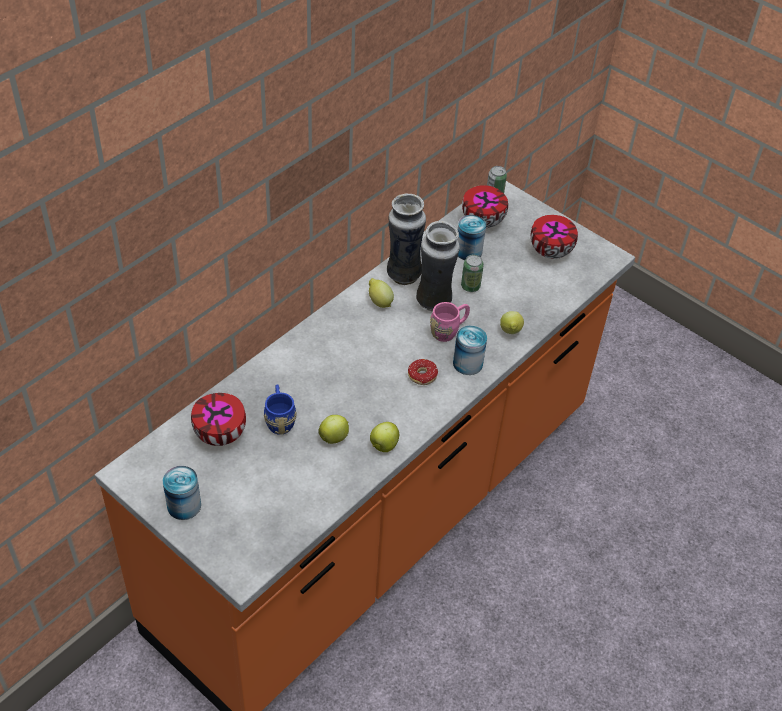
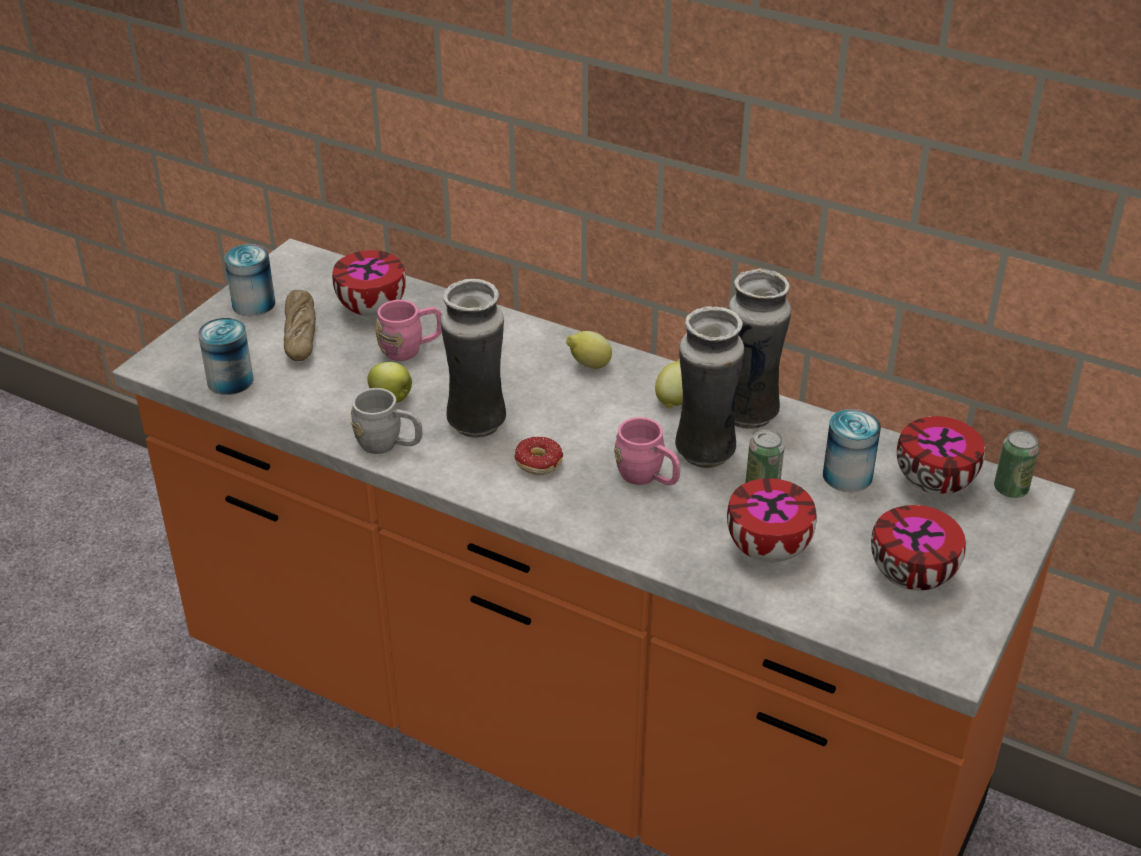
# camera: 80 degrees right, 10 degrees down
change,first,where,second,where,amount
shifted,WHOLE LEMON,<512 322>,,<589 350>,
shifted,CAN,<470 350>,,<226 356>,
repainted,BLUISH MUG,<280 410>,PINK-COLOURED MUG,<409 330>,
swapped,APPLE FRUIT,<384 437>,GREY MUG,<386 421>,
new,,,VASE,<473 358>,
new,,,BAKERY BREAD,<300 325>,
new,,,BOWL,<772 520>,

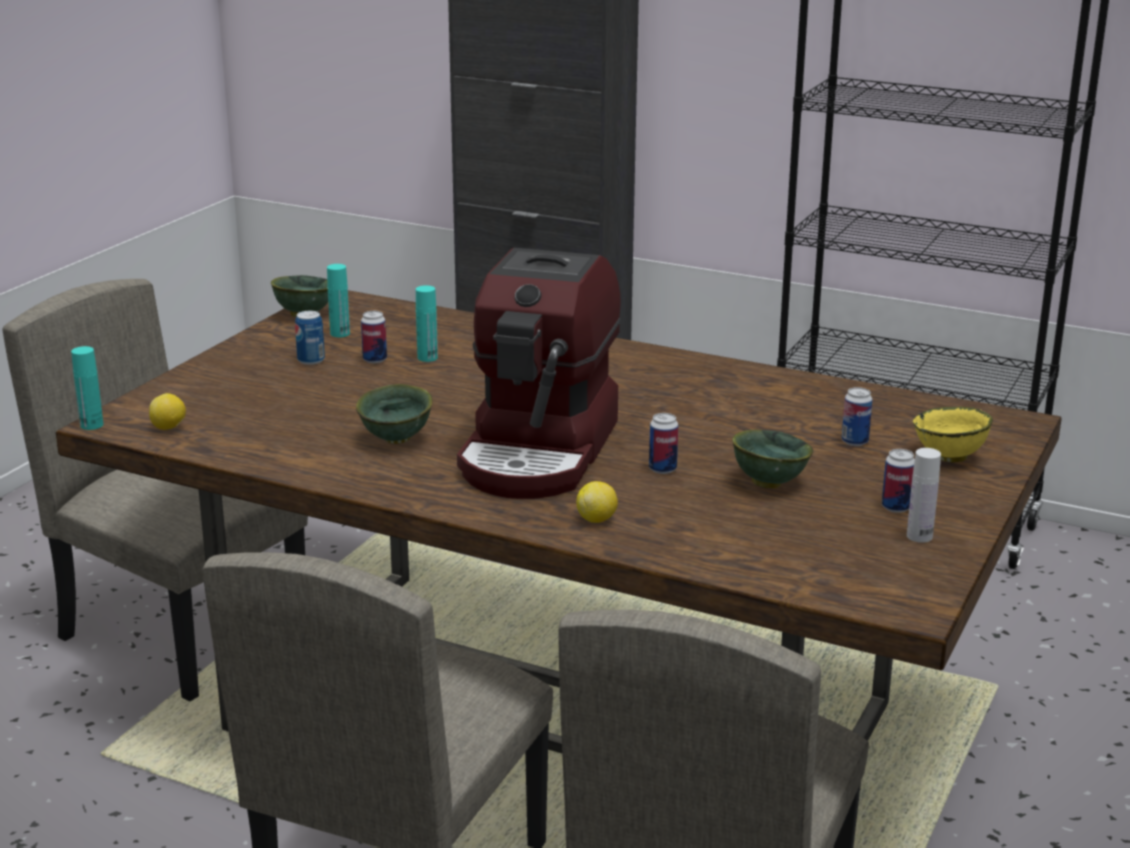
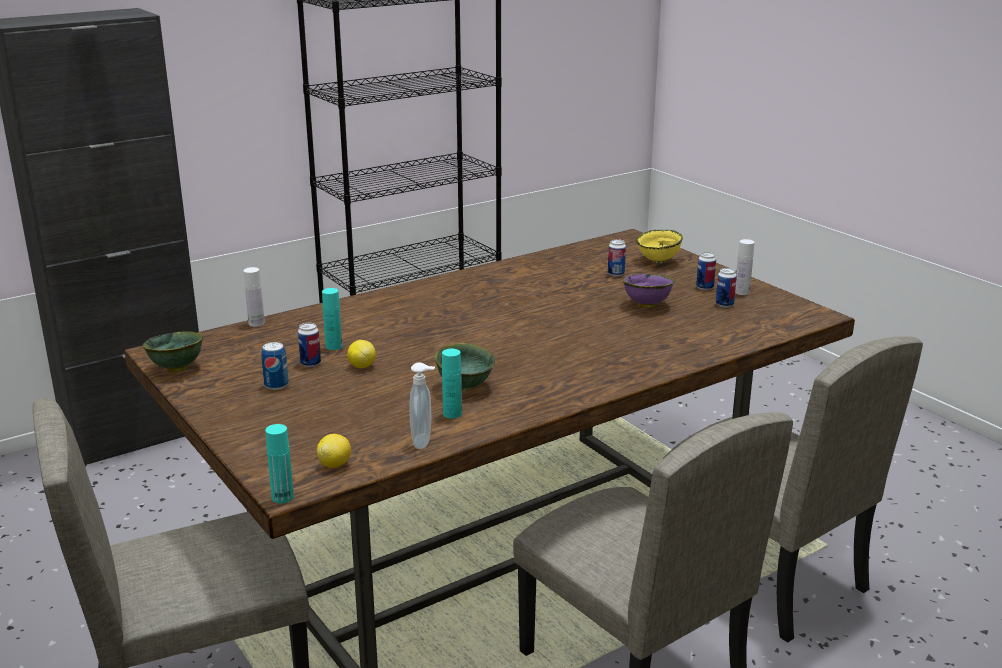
# camera: 60 degrees left, 0 degrees up
change,first,where,second,where,amount
gone,COFFEE BREWER,<539 373>,,,
shifted,TURQUOISE-COLOURED BOTTLE,<338 300>,,<452 384>,
shifted,CAN,<663 443>,,<726 287>,
repainted,GREENISH BOWL,<772 459>,PURPLE-COLOURED BOWL,<649 291>,
shifted,WHOLE LEMON,<597 502>,,<361 354>,
new,,,WHITE-COLOURED BOTTLE,<254 297>,
new,,,SOAP BOTTLE,<422 405>,

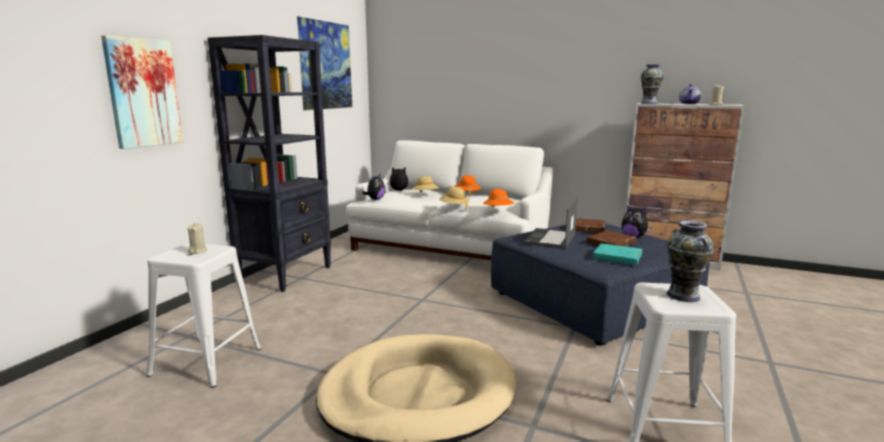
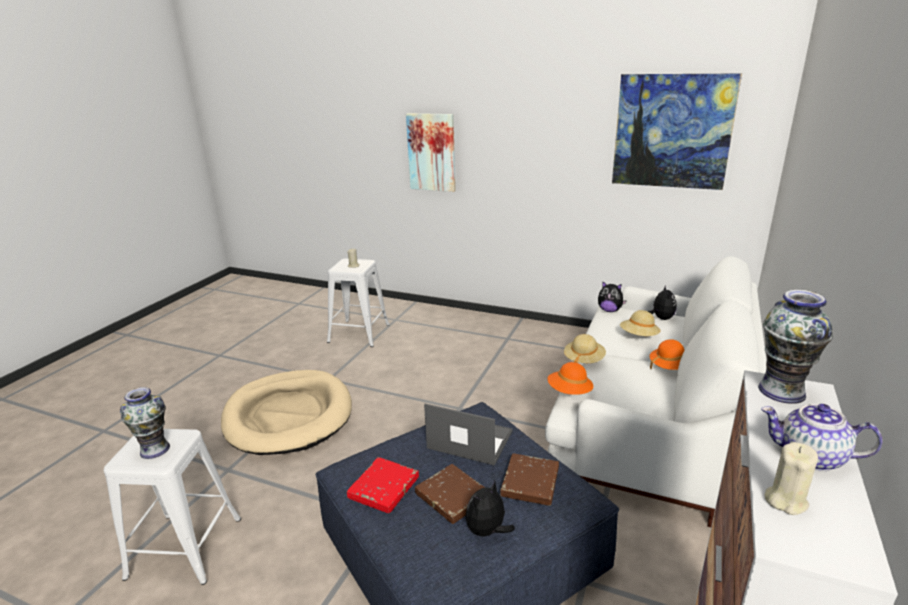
# camera: 90 degrees right, 10 degrees up
change,first,where,second,where,amount
gone,BLACK-COLOURED SHELVING UNIT,<269 163>,,,
repainted,TURQUOISE-COLOURED BOOK,<617 254>,REDDISH BOOK,<383 485>,

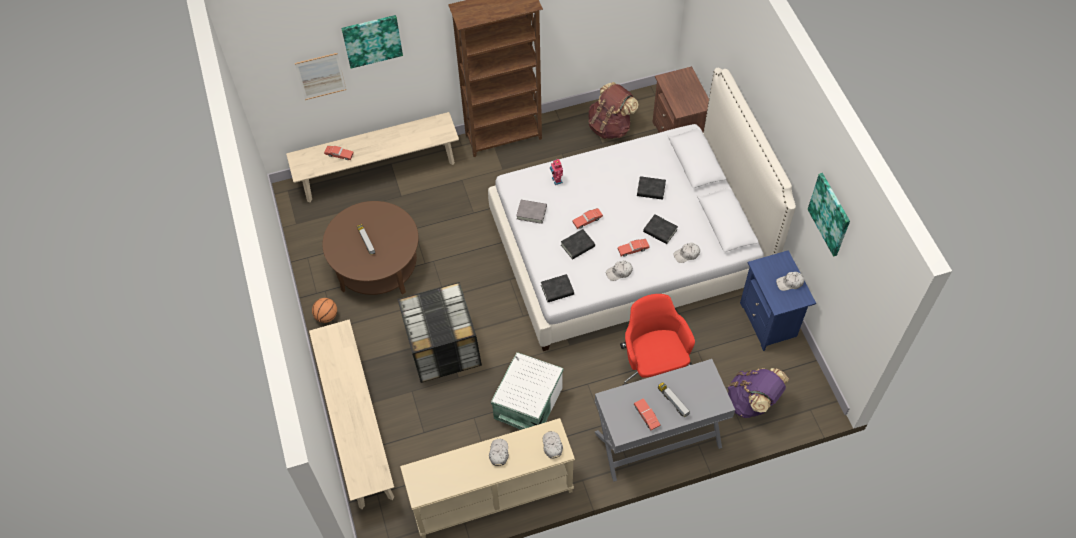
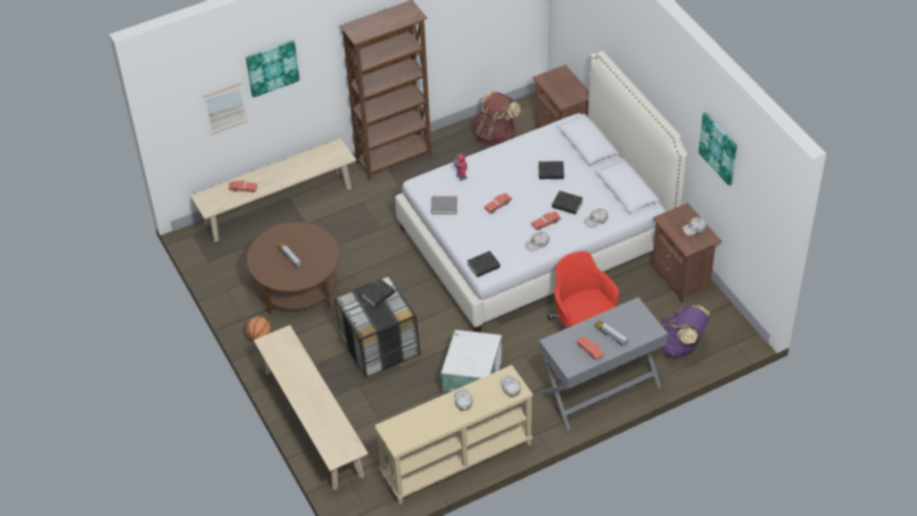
# camera: 10 degrees left, 10 degrees down
change,first,where,second,where,amount
shifted,BLACK-COLOURED BOOK,<578 244>,,<378 293>,
repainted,BLUISH NIGHT TABLE,<778 300>,BROWN-COLOURED NIGHT TABLE,<687 253>,

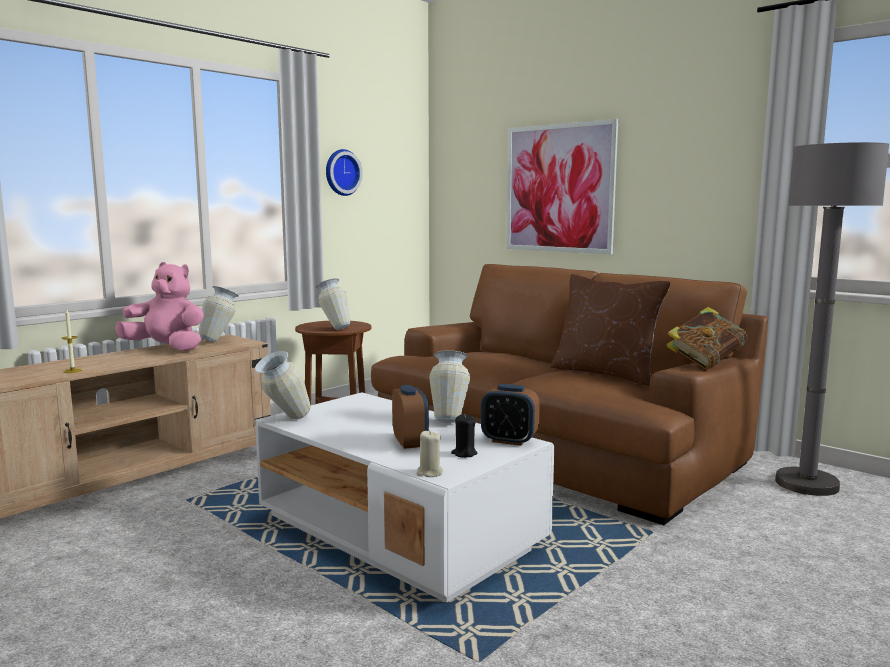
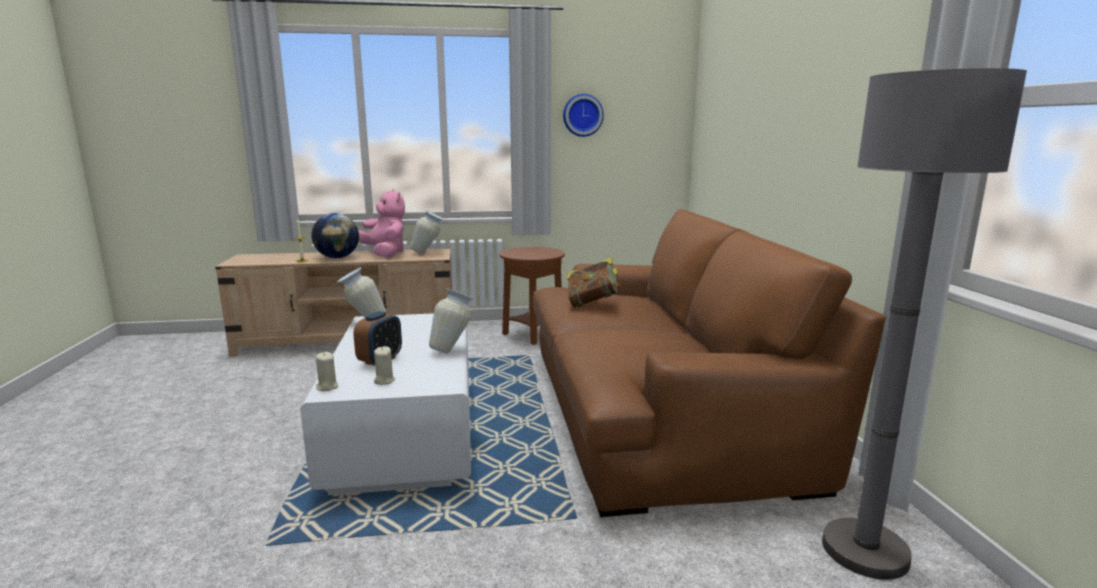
# camera: 40 degrees right, 5 degrees up
change,first,where,second,where,amount
gone,WALL PICTURE,<562 186>,,,
gone,BROWN-COLOURED CUSHION,<610 330>,,,
gone,VASE,<333 304>,,,
shifted,BOOK,<706 338>,,<594 282>,
gone,BEDSIDE CLOCK,<510 415>,,,
repainted,BLACK-COLOURED WAX LIGHT,<464 436>,BEIGE WAX LIGHT,<384 365>,
new,,,GLOBE,<335 235>,

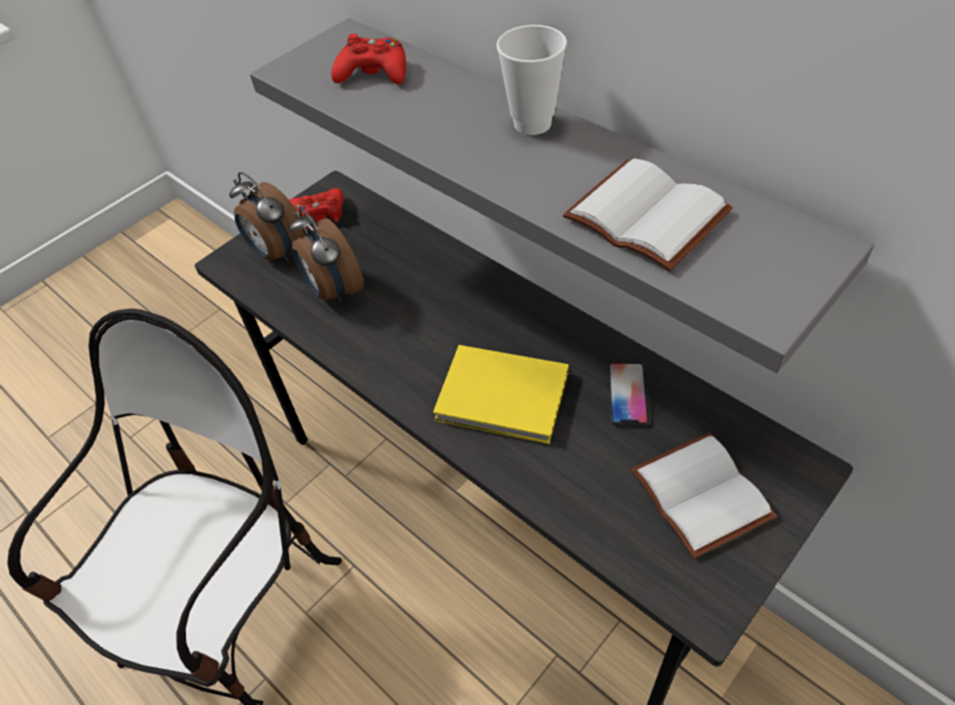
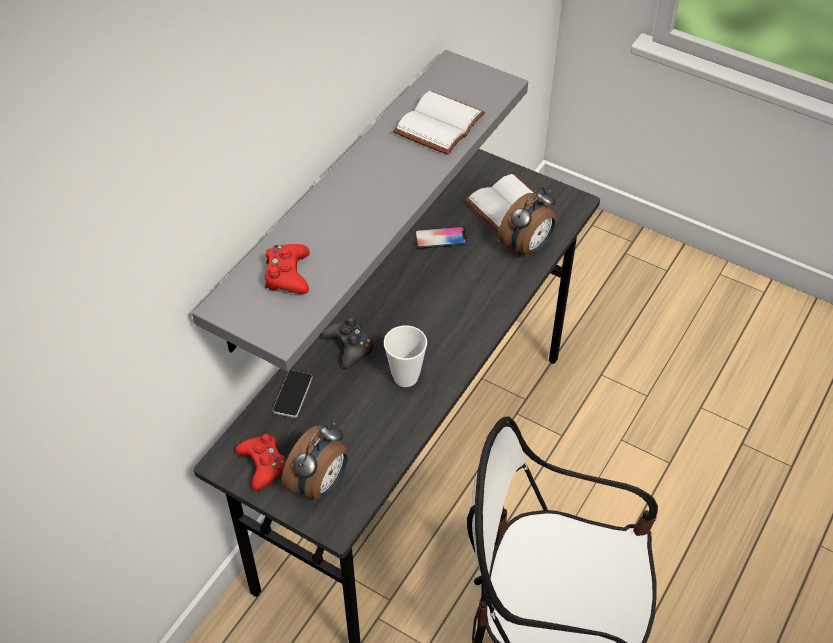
# camera: 105 degrees left, 0 degrees up
change,first,where,second,where,amount
shifted,CUP,<531 80>,,<405 356>,
shifted,BEDSIDE CLOCK,<326 256>,,<527 222>,
gone,YELLOWISH BOOK,<501 394>,,,
new,,,BLACK-COLOURED JOYPAD,<348 342>,
new,,,HANDSET,<292 394>,

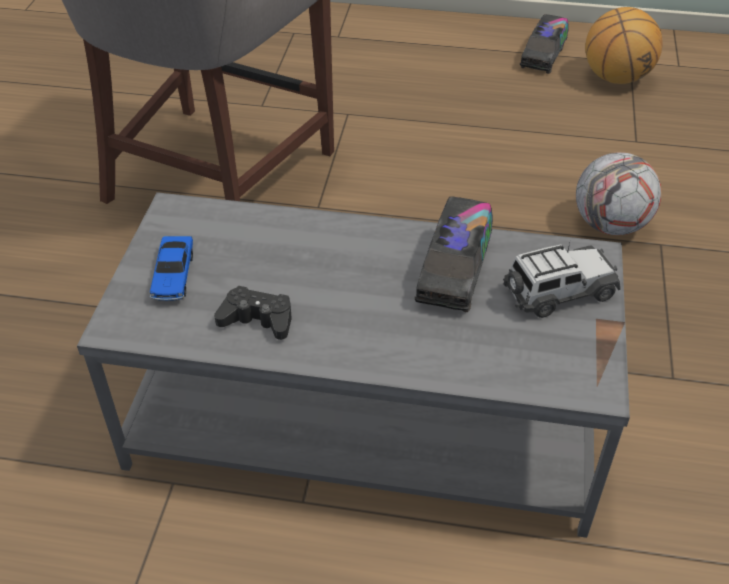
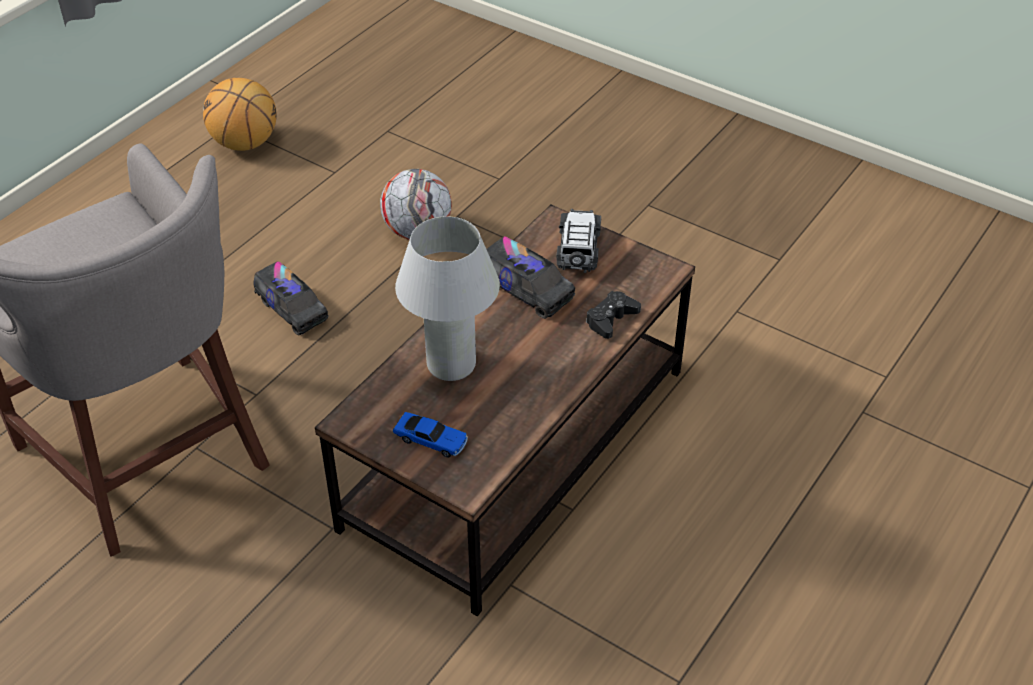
# camera: 65 degrees left, 0 degrees up
change,first,where,second,where,amount
shifted,MODEL TRUCK,<544 44>,,<291 298>,
repainted,GREY LOUNGE TABLE,<353 365>,BROWN-COLOURED LOUNGE TABLE,<505 410>,
shifted,BLACK-COLOURED JOYPAD,<253 313>,,<613 315>,
new,,,WHITE-COLOURED TABLE LAMP,<447 298>,

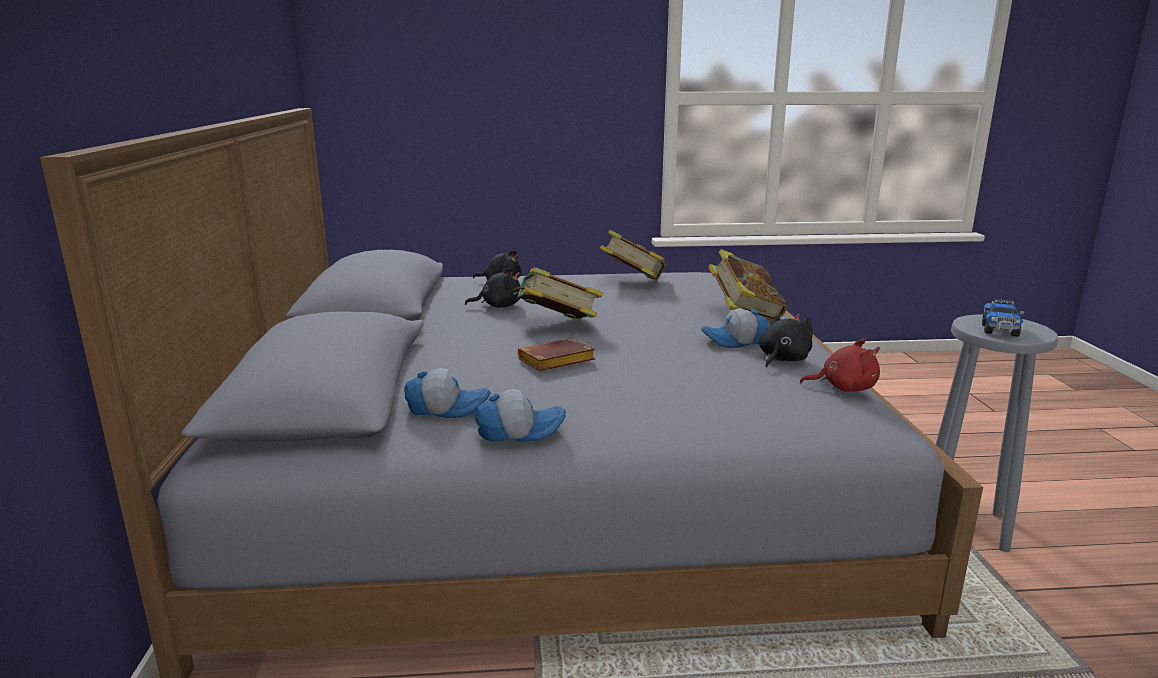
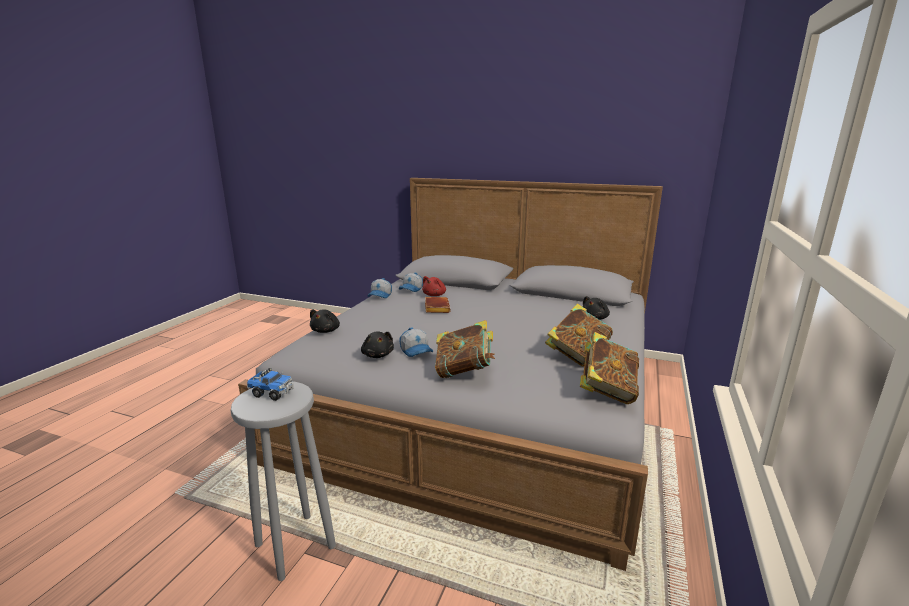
# camera: 115 degrees right, 0 degrees up
change,first,where,second,where,amount
shifted,BOOK,<558 293>,,<609 368>,
shifted,BLACK-COLOURED CUDDLY TOY,<493 288>,,<325 321>,
rotated,MODEL TRUCK,<1003 318>,,<270 384>,150 degrees clockwise
rotated,BASEBALL CAP,<735 328>,,<416 342>,135 degrees clockwise
shifted,REDDISH CUDDLY TOY,<840 365>,,<434 286>,

